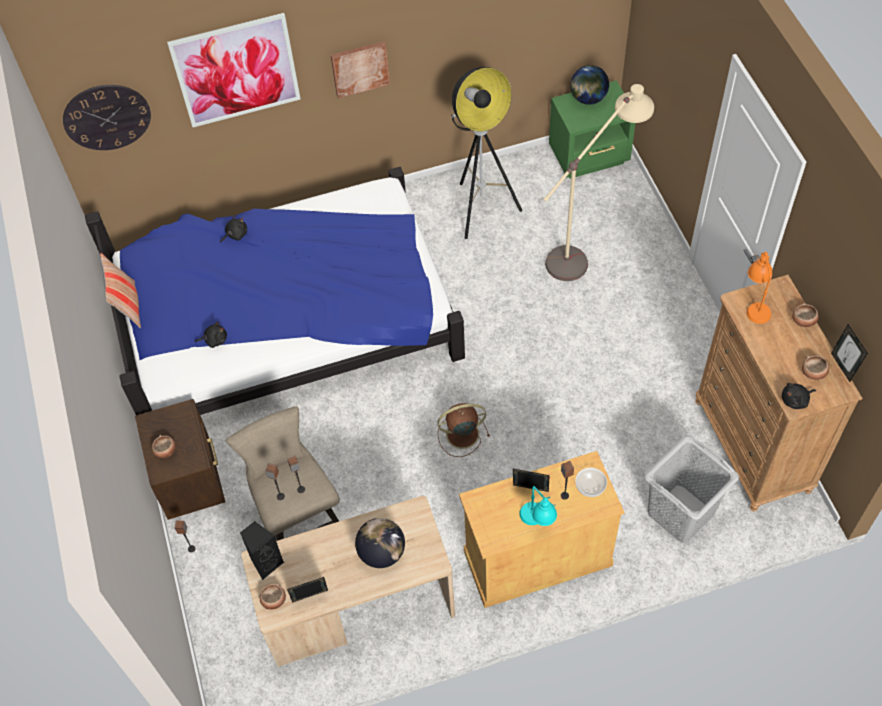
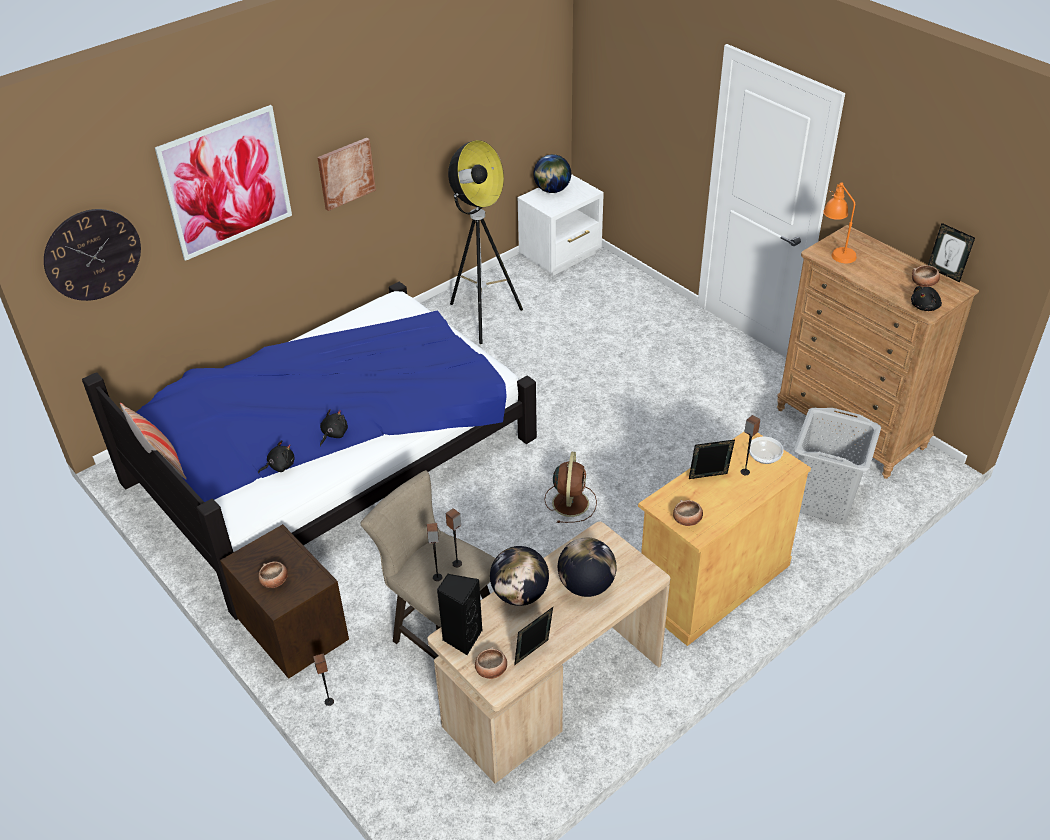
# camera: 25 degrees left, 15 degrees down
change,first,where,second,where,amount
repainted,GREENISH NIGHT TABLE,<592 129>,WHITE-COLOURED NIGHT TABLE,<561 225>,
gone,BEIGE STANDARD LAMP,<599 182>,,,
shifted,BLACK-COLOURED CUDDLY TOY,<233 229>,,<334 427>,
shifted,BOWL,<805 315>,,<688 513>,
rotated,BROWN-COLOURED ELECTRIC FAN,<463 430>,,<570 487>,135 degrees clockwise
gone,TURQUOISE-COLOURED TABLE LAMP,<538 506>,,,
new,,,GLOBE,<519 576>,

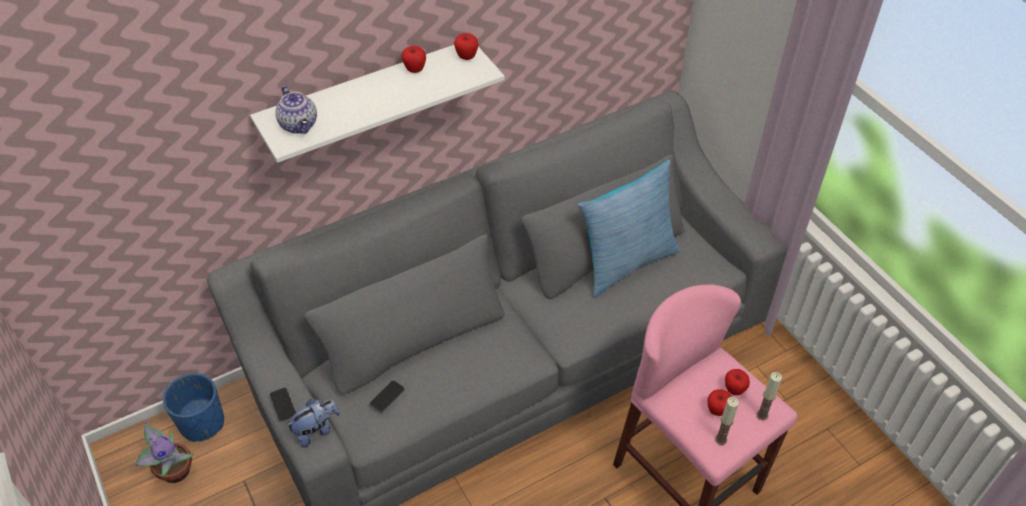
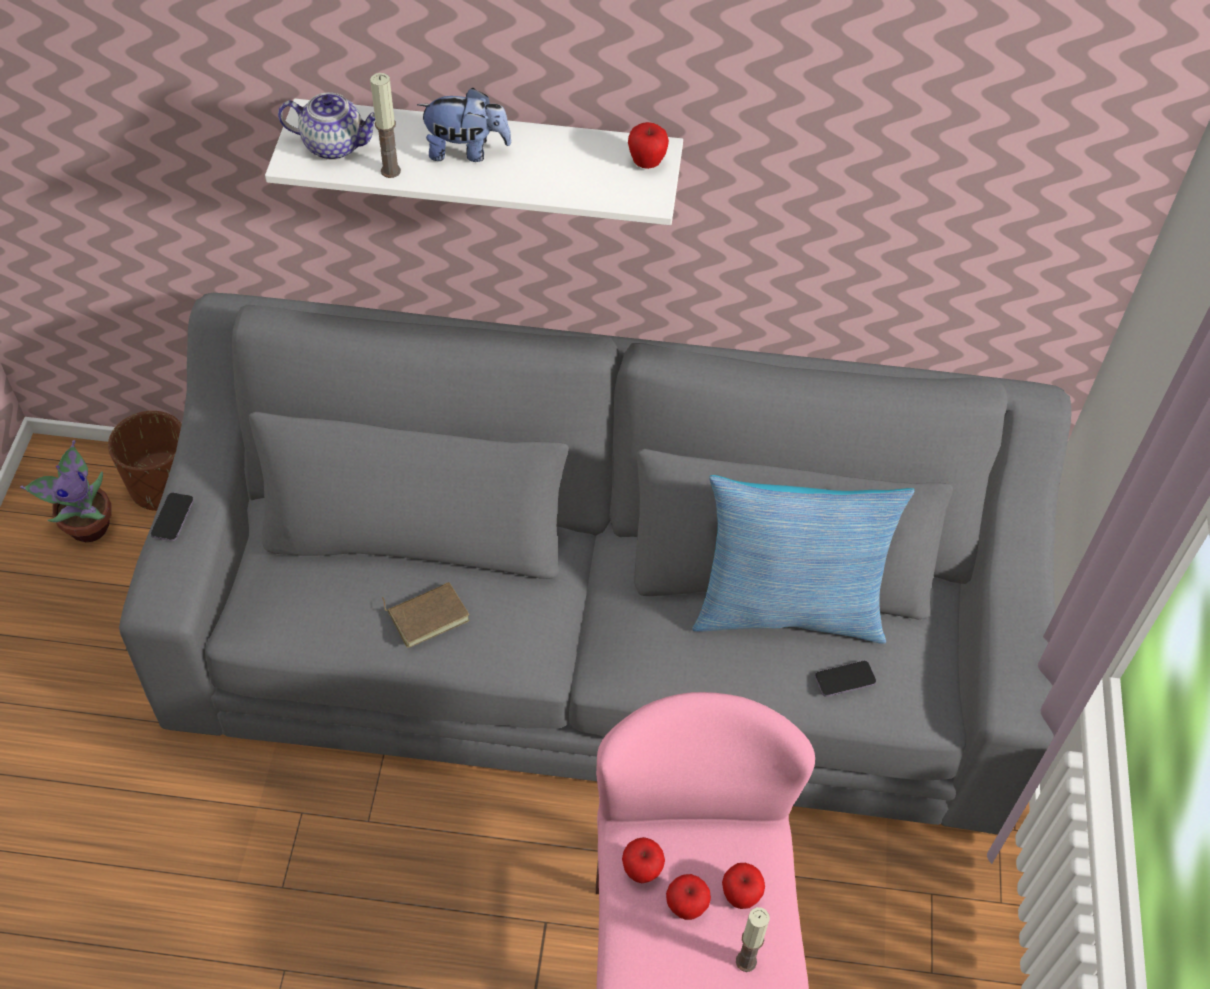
# camera: 35 degrees right, 5 degrees up
change,first,where,second,where,amount
shifted,APPLE FRUIT,<413 59>,,<643 860>,
rotated,TEAPOT,<296 110>,,<326 126>,90 degrees counterclockwise
repainted,BLUISH PLANT POT,<193 407>,BROWN-COLOURED PLANT POT,<145 461>,
shifted,HANDSET,<387 396>,,<845 679>,
shifted,WAX LIGHT,<727 421>,,<385 125>,
shifted,CUDDLY TOY,<313 423>,,<464 125>,
new,,,BROWN-COLOURED BOOK,<426 615>,

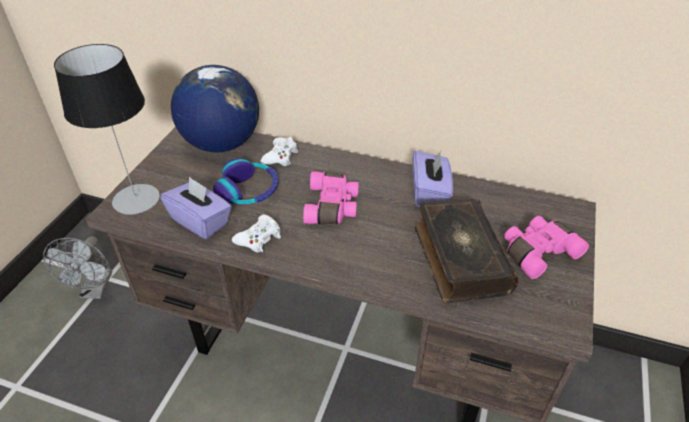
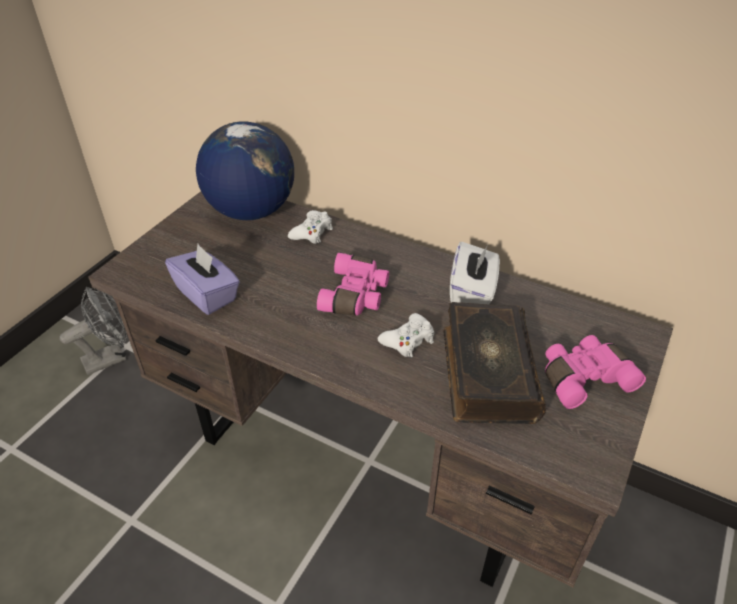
# camera: 10 degrees right, 0 degrees up
change,first,where,second,where,amount
gone,TABLE LAMP,<107 129>,,,
repainted,PURPLE-COLOURED TISSUE BOX,<432 178>,WHITE-COLOURED TISSUE BOX,<475 273>,
gone,HEADPHONES,<246 181>,,,
shifted,WHITE-COLOURED JOYPAD,<256 233>,,<406 335>,
rotated,GREY ELECTRIC FAN,<77 267>,,<93 331>,135 degrees counterclockwise

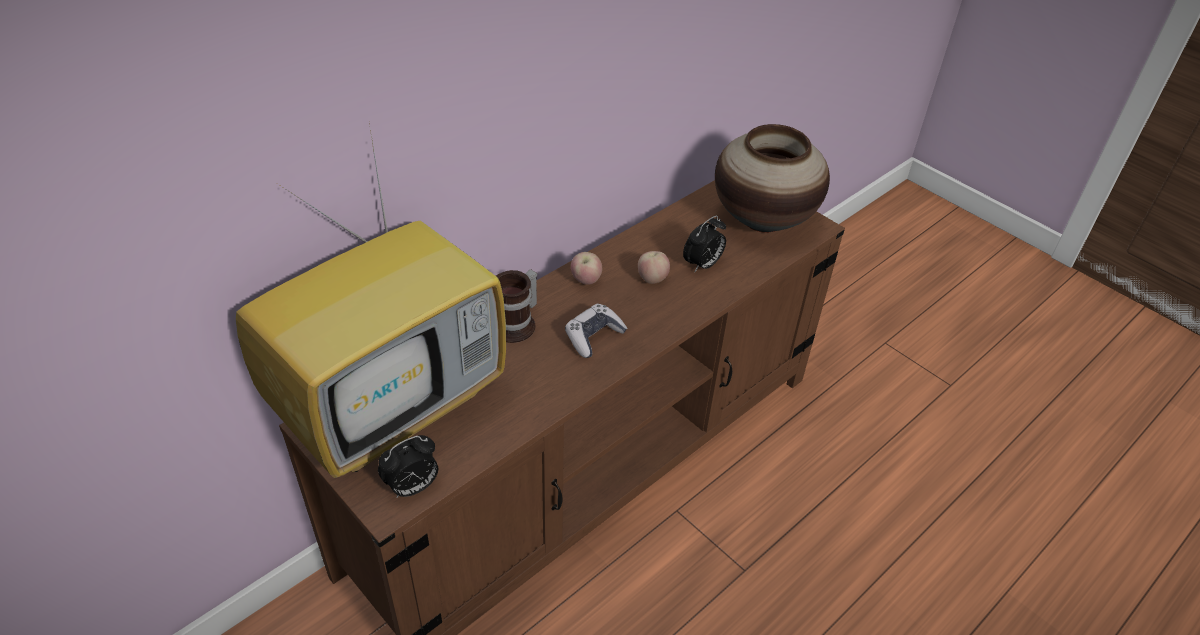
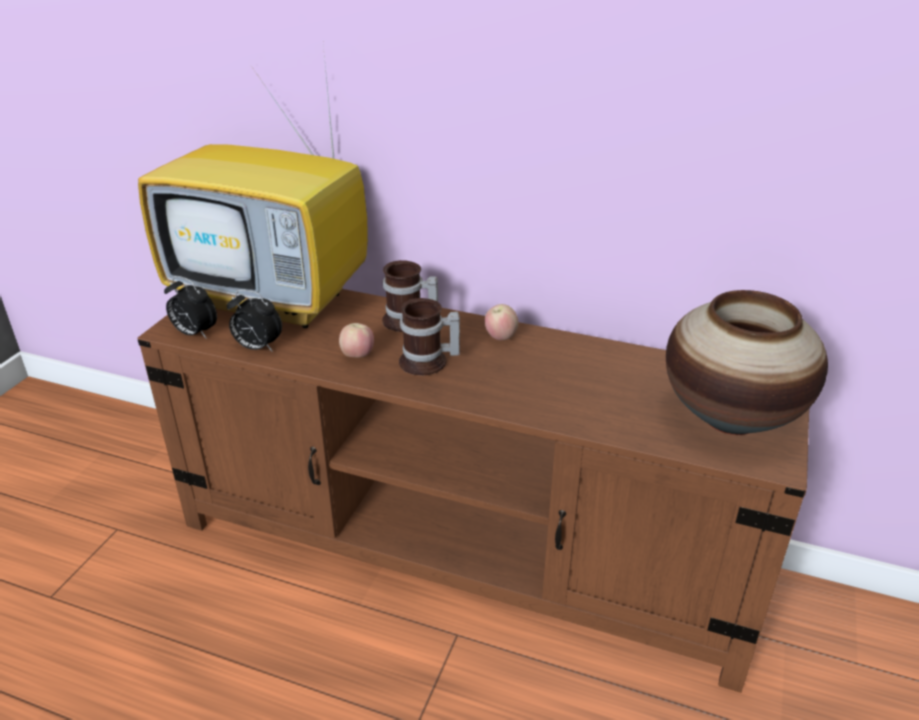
# camera: 65 degrees right, 10 degrees down
change,first,where,second,where,amount
shifted,BEDSIDE CLOCK,<704 244>,,<254 320>,
shifted,APPLE FRUIT,<654 267>,,<356 340>,
swapped,JOYPAD,<596 331>,MUG,<429 336>,

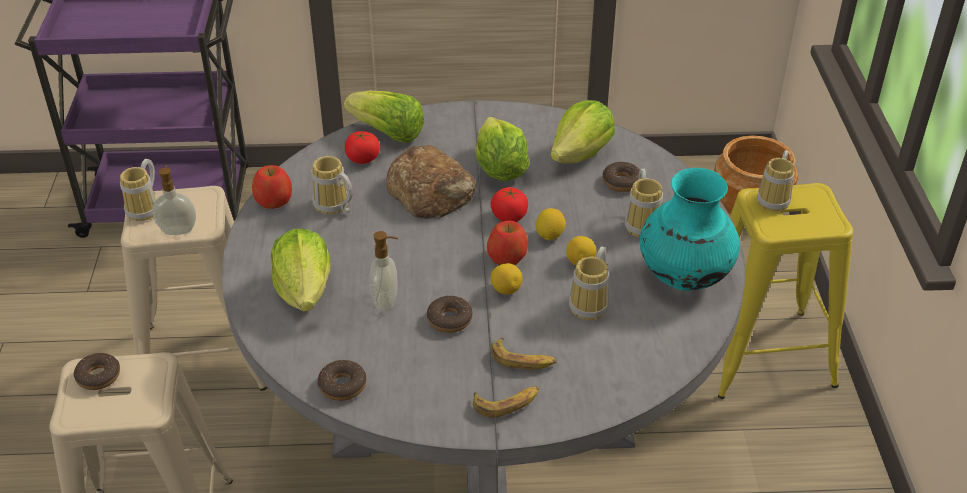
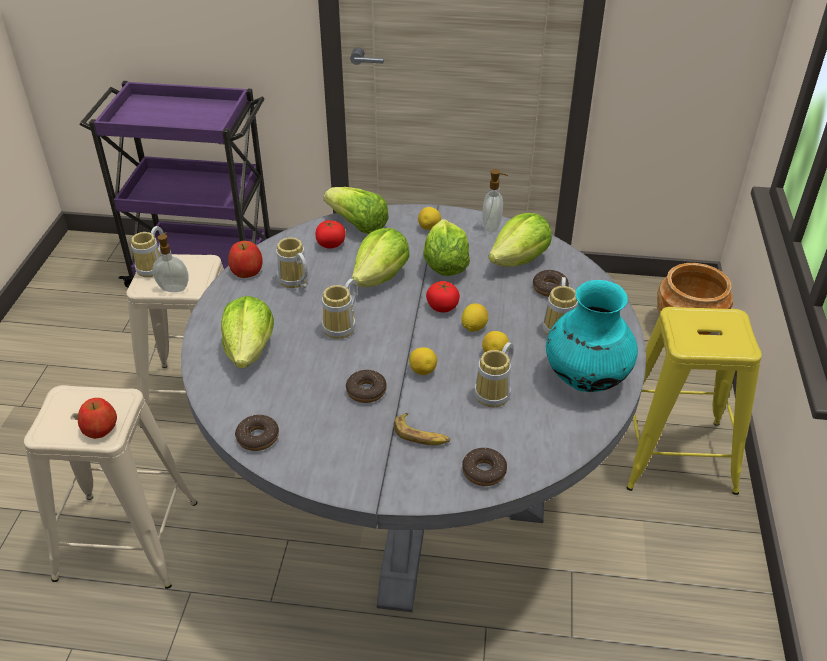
# camera: 10 degrees right, 0 degrees up
change,first,where,second,where,amount
swapped,BAKERY BREAD,<431 182>,LETTUCE HEAD,<381 257>,
shifted,MUG,<775 180>,,<340 309>,
shifted,APPLE FRUIT,<507 243>,,<97 418>,
shifted,SOAP BOTTLE,<383 271>,,<495 201>,
shifted,DOUGHNUT,<97 371>,,<484 467>,
gone,BANANA FRUIT,<506 402>,,,
new,,,WHOLE LEMON,<429 218>,

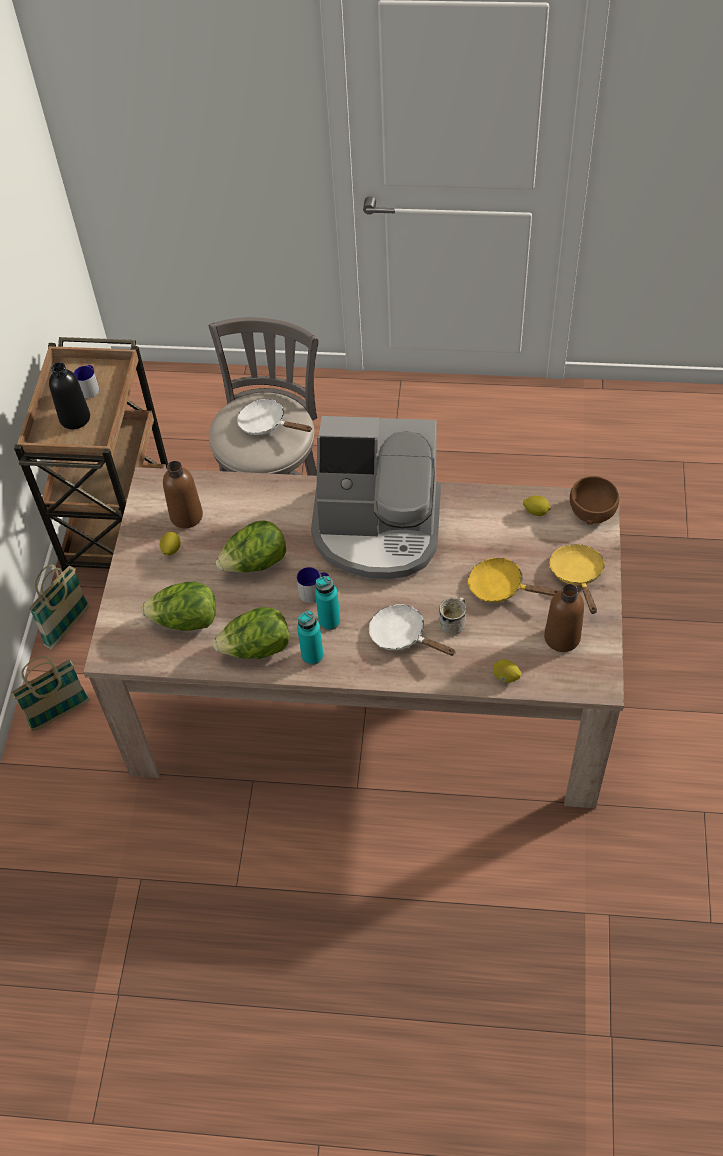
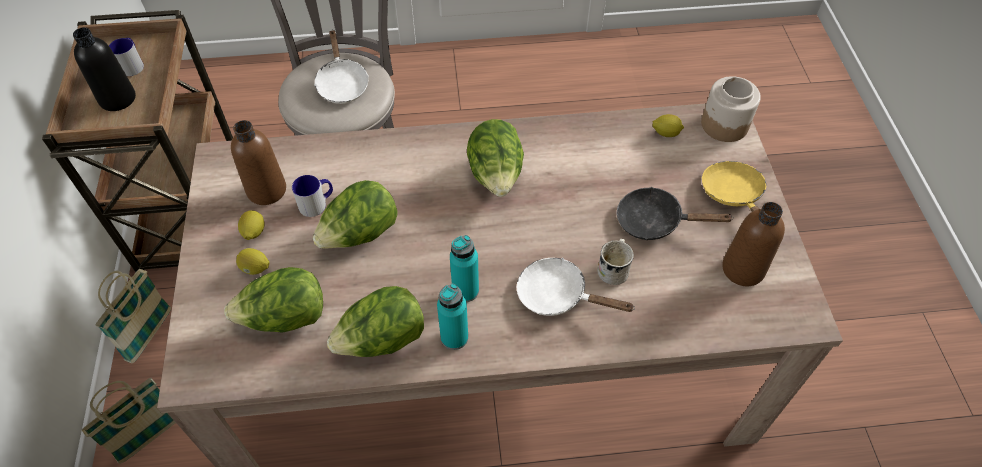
# camera: 15 degrees left, 0 degrees up
change,first,where,second,where,amount
rotated,WHITE-COLOURED PAN,<274 417>,,<341 67>,120 degrees counterclockwise
swapped,COFFEE BREWER,<376 497>,LETTUCE HEAD,<495 158>,
swapped,BROWN-COLOURED BOWL,<594 500>,STORAGE JAR,<731 109>,
repainted,YELLOWISH PAN,<514 580>,BLACK-COLOURED PAN,<675 213>,
shifted,MUG,<313 585>,,<312 196>,
shifted,WHOLE LEMON,<507 671>,,<253 261>,

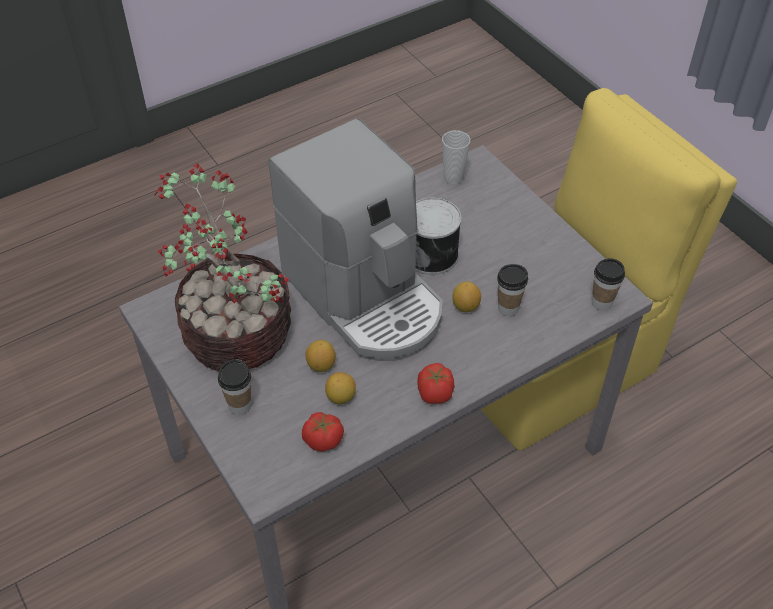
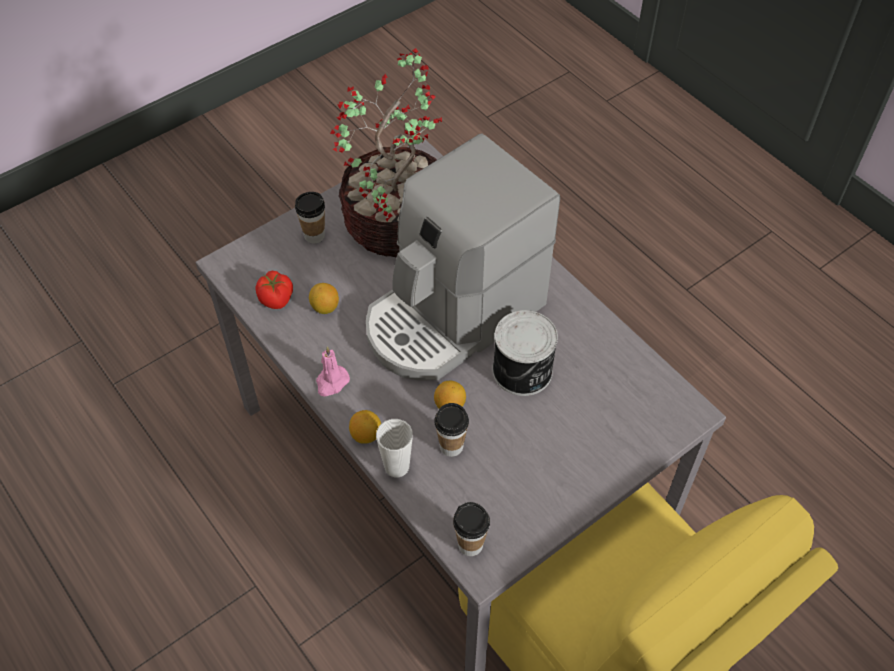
# camera: 85 degrees right, 5 degrees up
change,first,where,second,where,amount
shifted,CUP,<456 157>,,<394 448>,
shifted,WHOLE LEMON,<320 356>,,<365 427>,
swapped,WHOLE TOMATO,<436 383>,PINK-COLOURED WAX LIGHT,<333 371>,

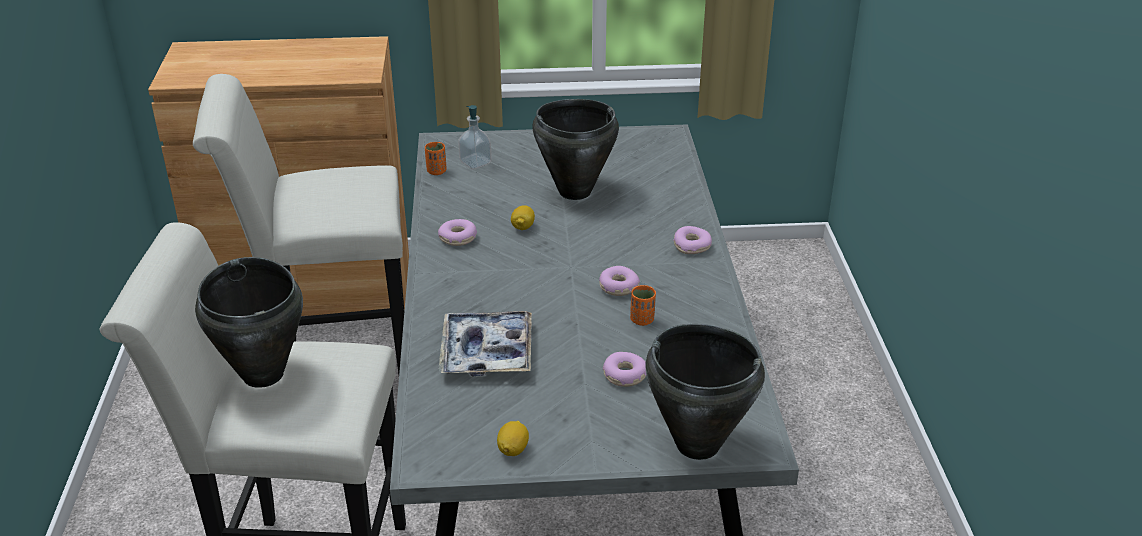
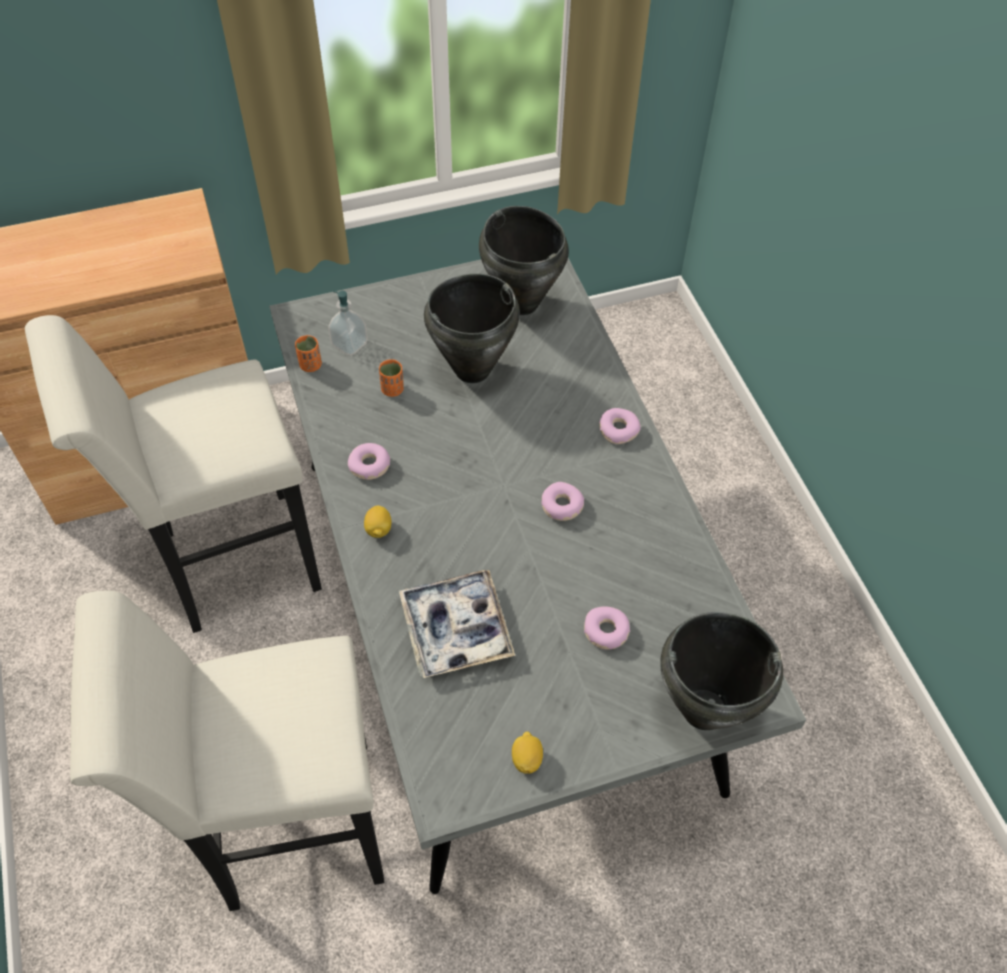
# camera: 15 degrees left, 20 degrees up
change,first,where,second,where,amount
shifted,WHOLE LEMON,<523 217>,,<377 521>,
shifted,BLACK-COLOURED COOKING POT,<249 322>,,<524 260>,
shifted,ORANGE-COLOURED CUP,<643 305>,,<391 378>,

